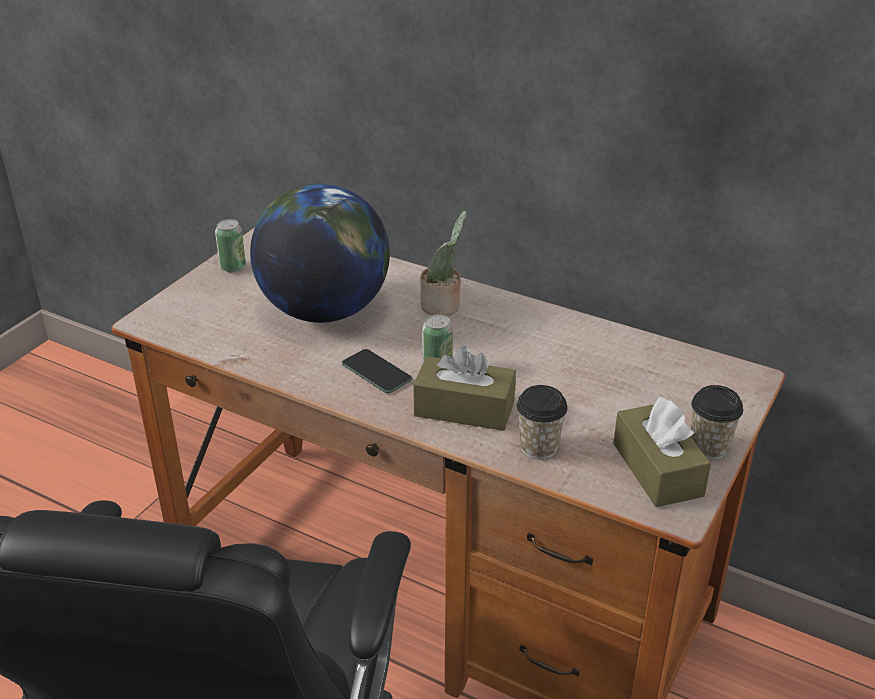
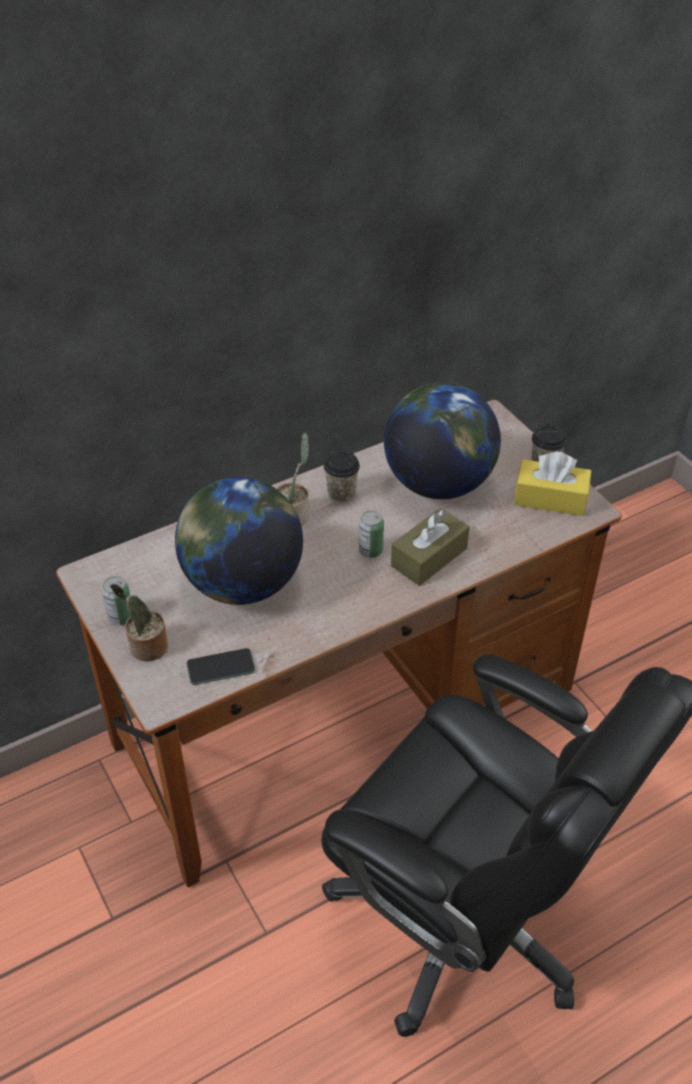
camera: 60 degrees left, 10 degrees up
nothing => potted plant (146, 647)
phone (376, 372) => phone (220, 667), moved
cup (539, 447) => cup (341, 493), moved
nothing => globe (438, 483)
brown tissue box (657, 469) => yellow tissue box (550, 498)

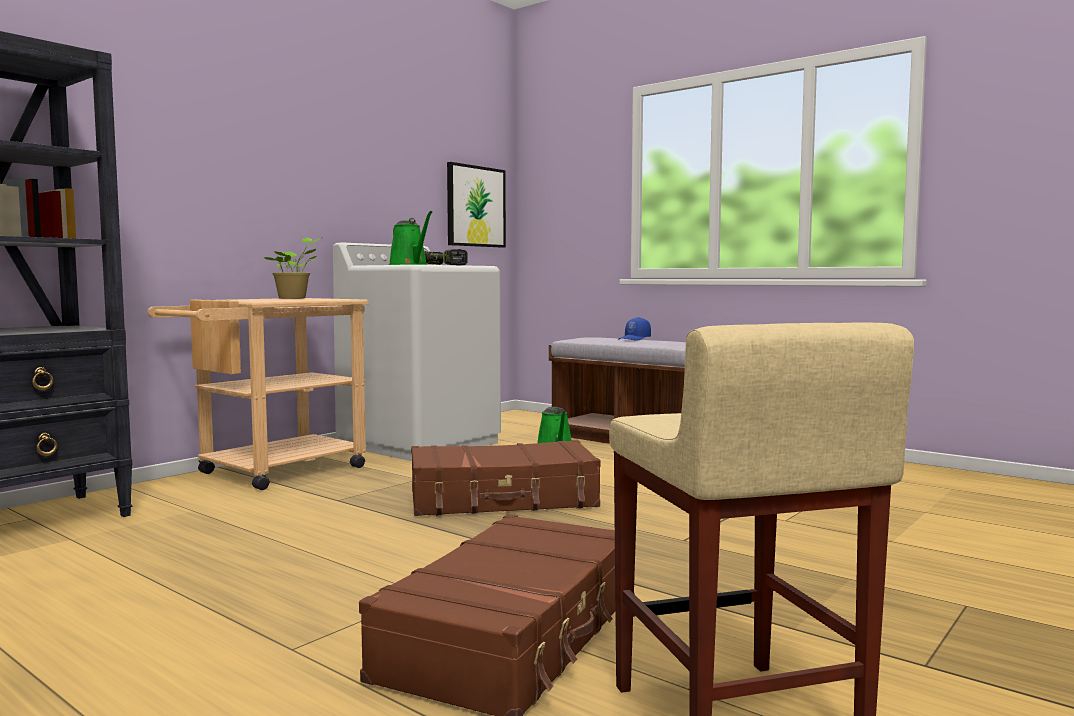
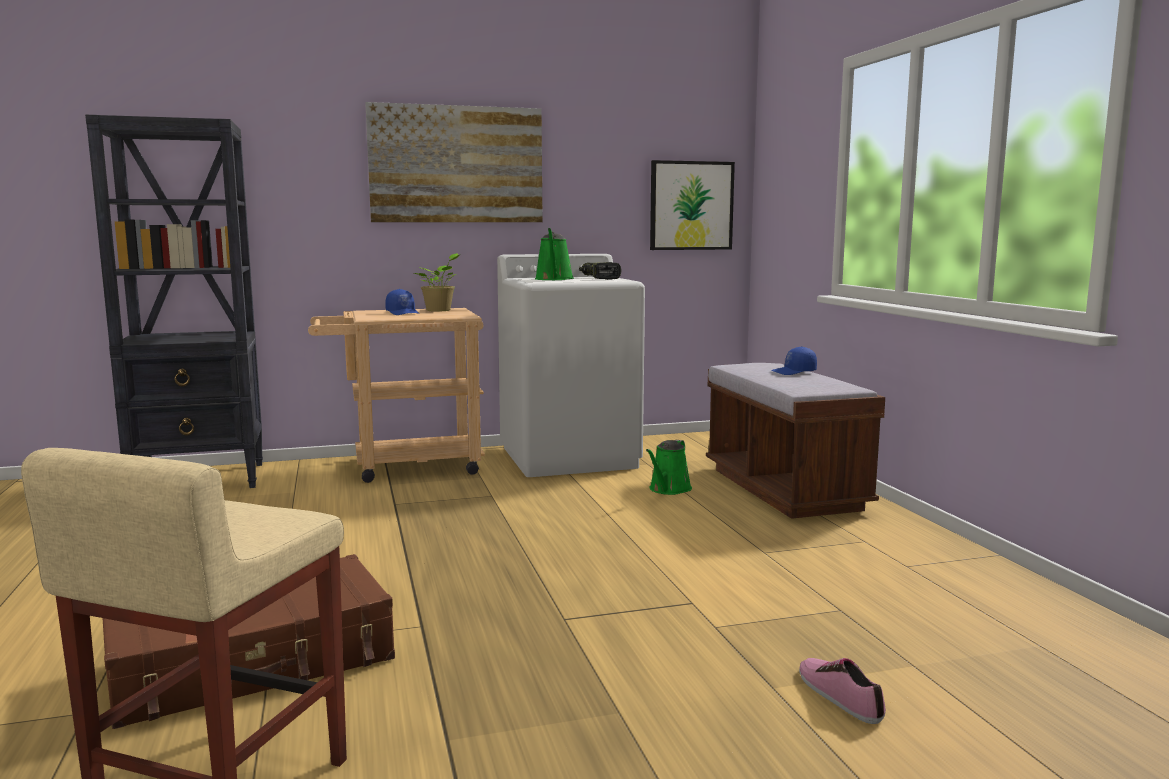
camera: 35 degrees right, 5 degrees up
nothing => picture (456, 164)
nothing => blue cap (403, 313)
nothing => shoe (840, 695)
brown suitcase (503, 499) => nothing

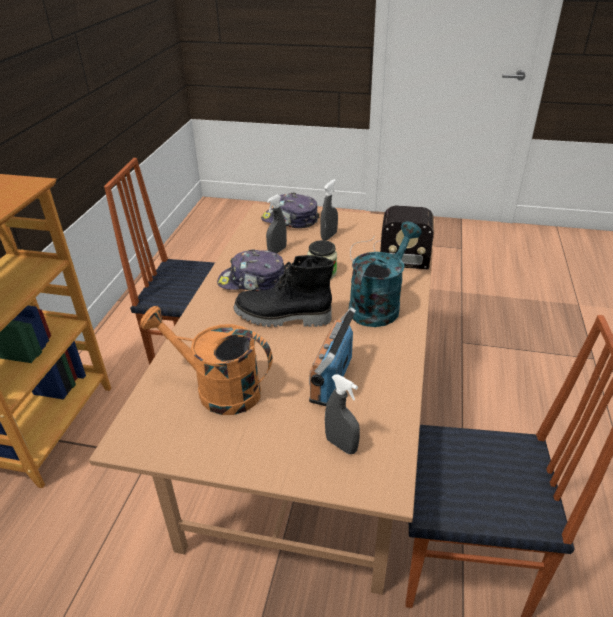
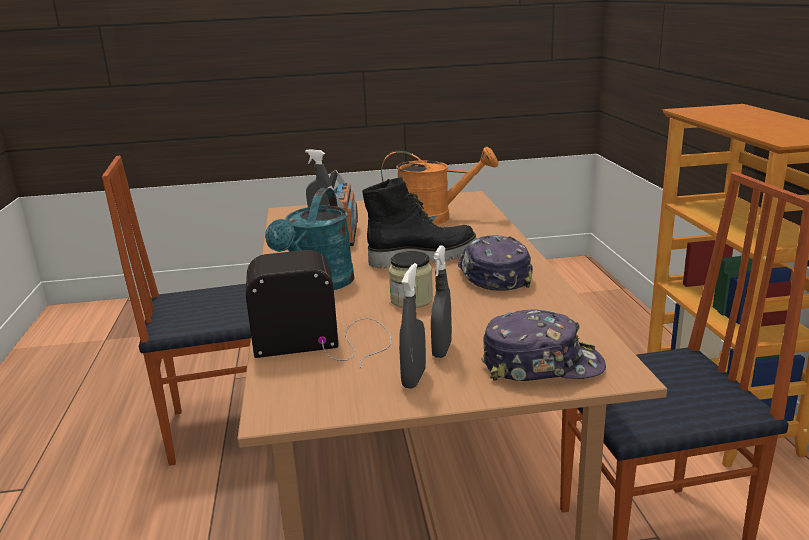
camera: 160 degrees right, 15 degrees down
grey spray bottle (277, 251) => grey spray bottle (414, 378), moved
cap (252, 281) => cap (493, 276), 90 degrees counterclockwise

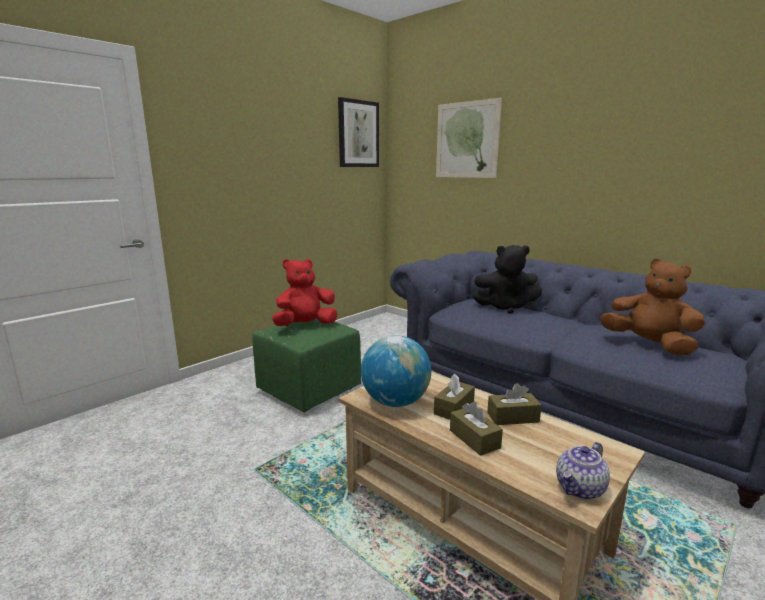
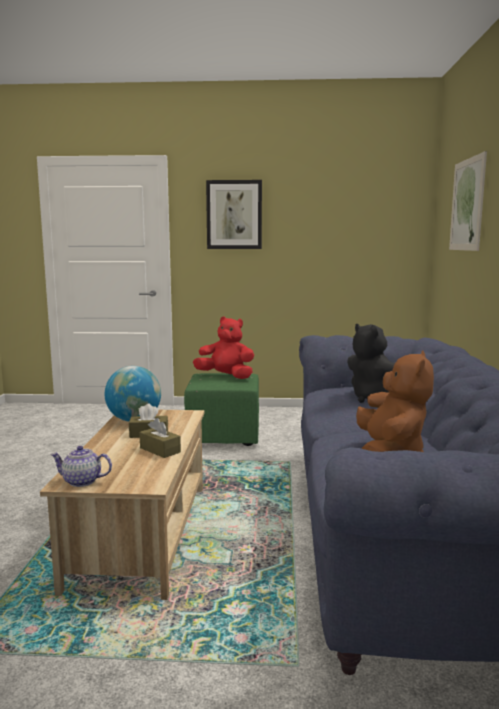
camera: 50 degrees right, 5 degrees down
picture (358, 134) => picture (234, 215), moved
brown tissue box (474, 439) => nothing

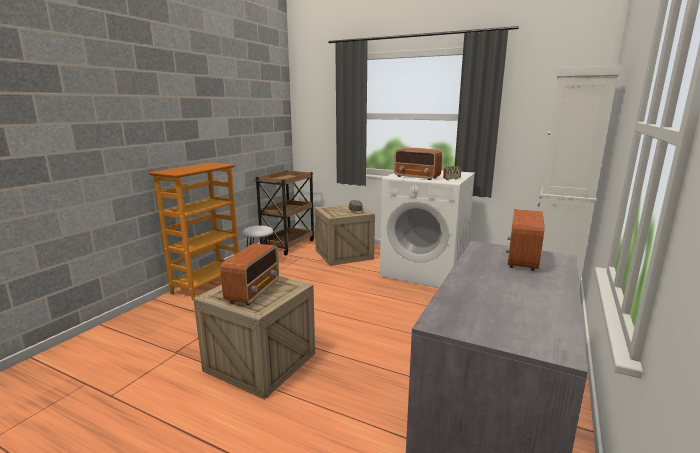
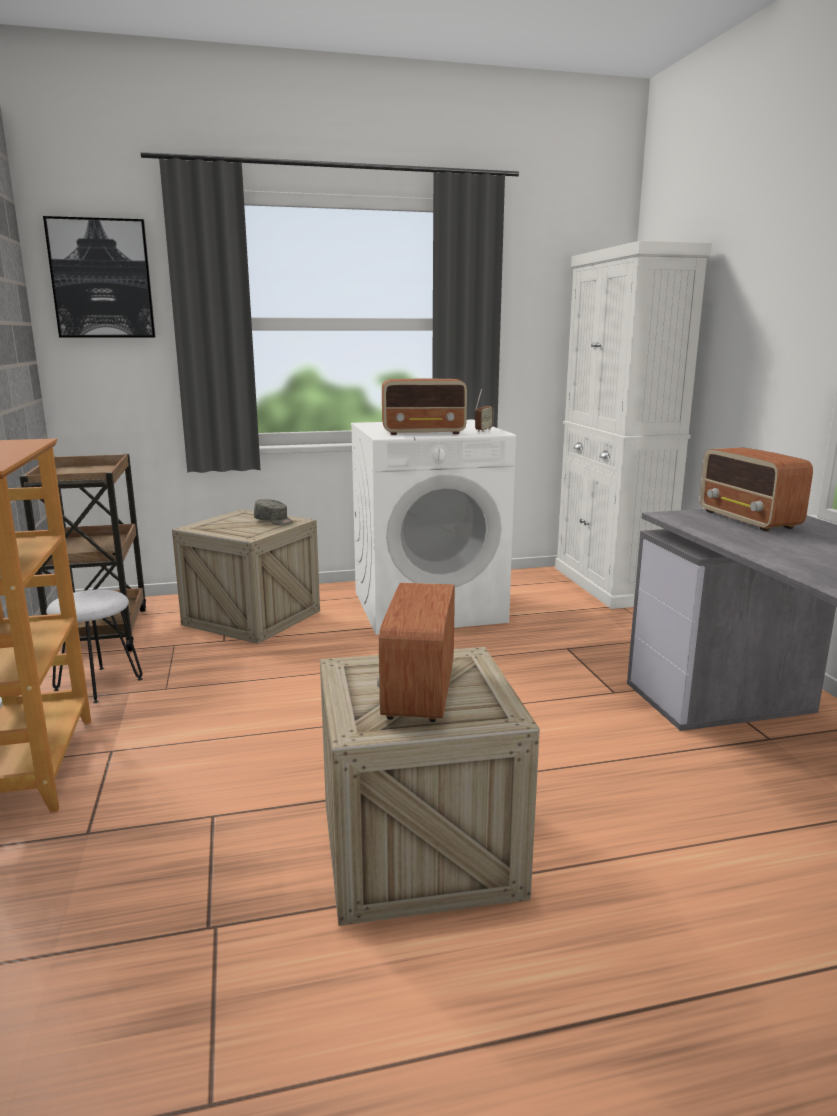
camera: 40 degrees left, 0 degrees up
nothing => picture (102, 279)
radio (254, 291) => radio (419, 691), 150 degrees counterclockwise

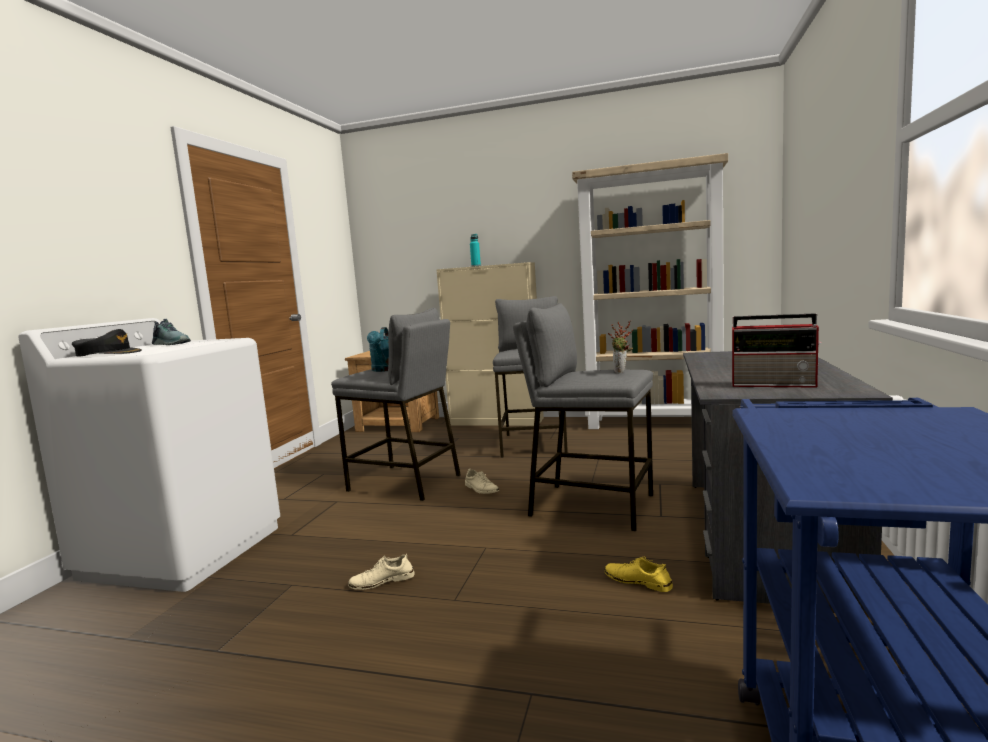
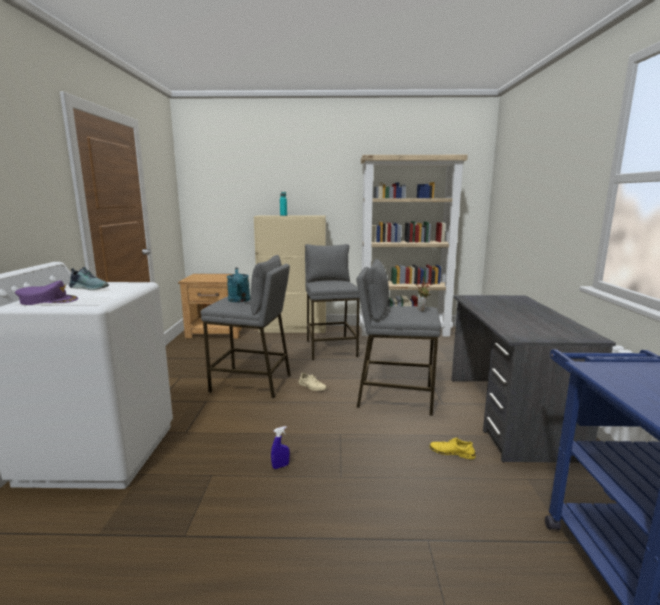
camera: 15 degrees left, 5 degrees up
black cap (108, 353) => purple cap (48, 300)
beige shoe (382, 581) => blue spray bottle (280, 466)
radio (775, 384) => nothing

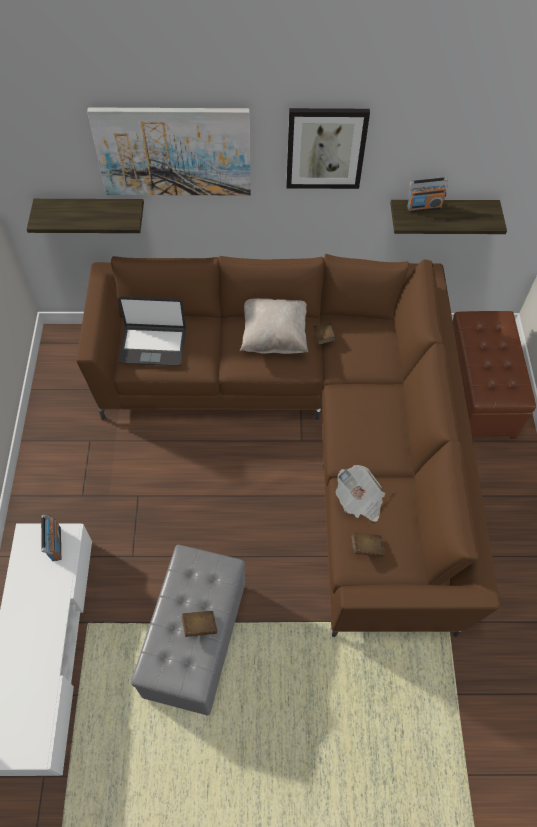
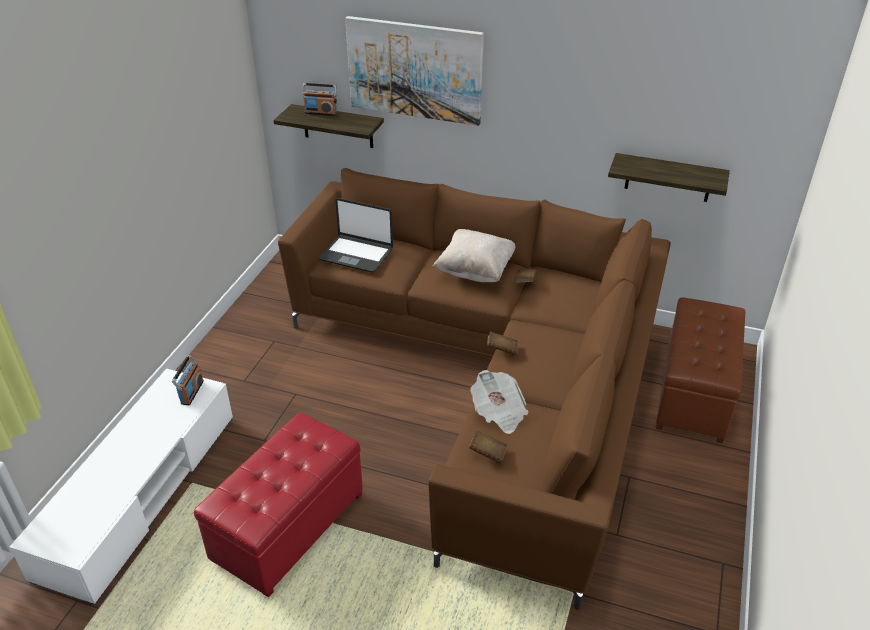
camera: 20 degrees right, 20 degrees down
grey ottoman (195, 639) => red ottoman (288, 527)
radio (424, 207) => radio (321, 112), moved
brown book (199, 626) => brown book (502, 350), moved
picture (325, 148) => nothing

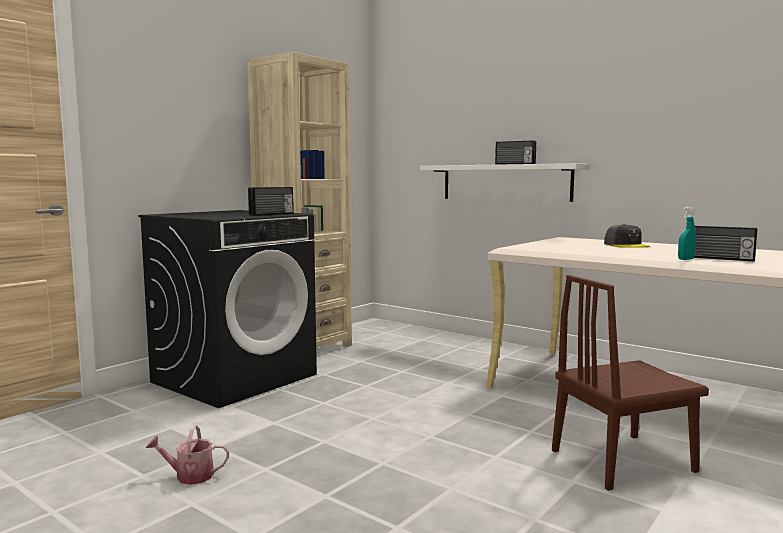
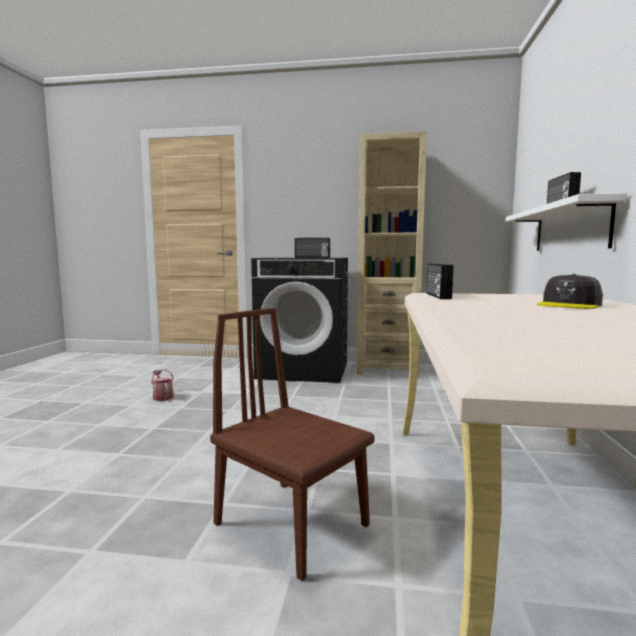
camera: 60 degrees right, 0 degrees up
radio (721, 259) => radio (437, 296), moved
turquoise spray bottle (686, 259) => nothing

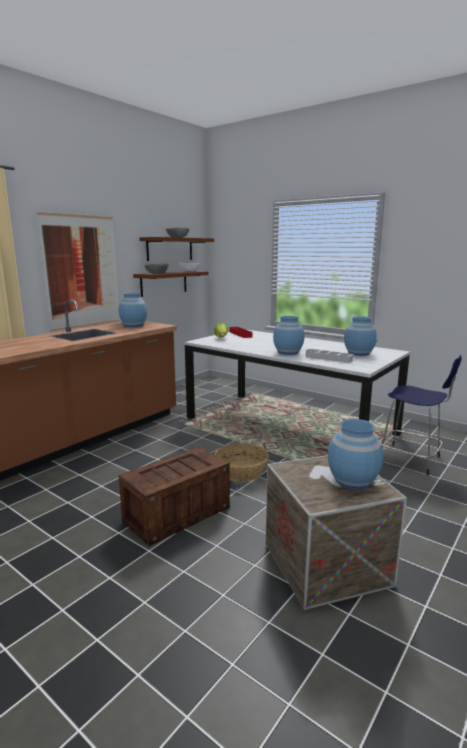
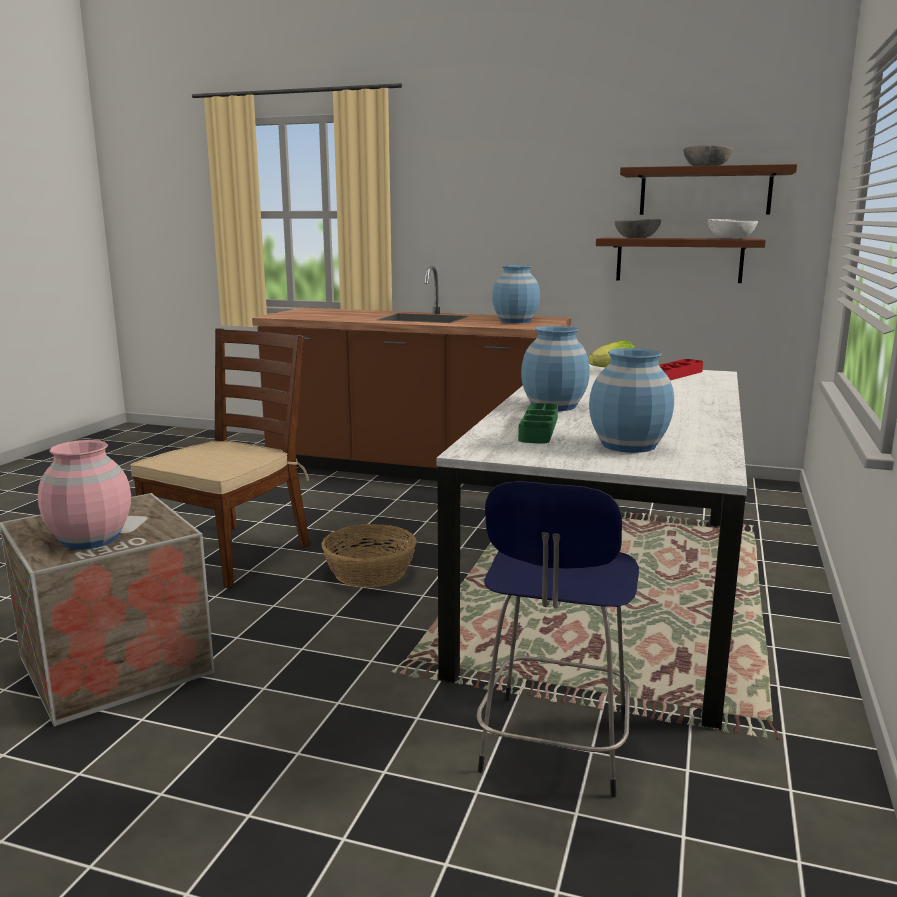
camera: 70 degrees right, 0 degrees up
blue vase (353, 481) => pink vase (90, 539)
crate (178, 513) => brown chair (231, 554)
grey tray (328, 358) => green tray (538, 429)
picture (81, 271) => nothing

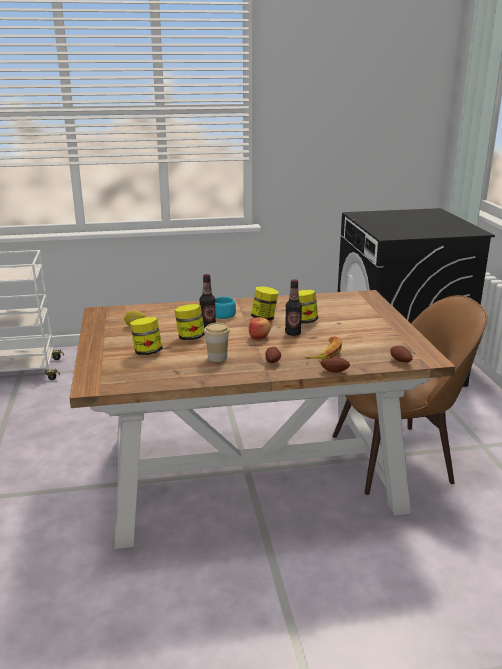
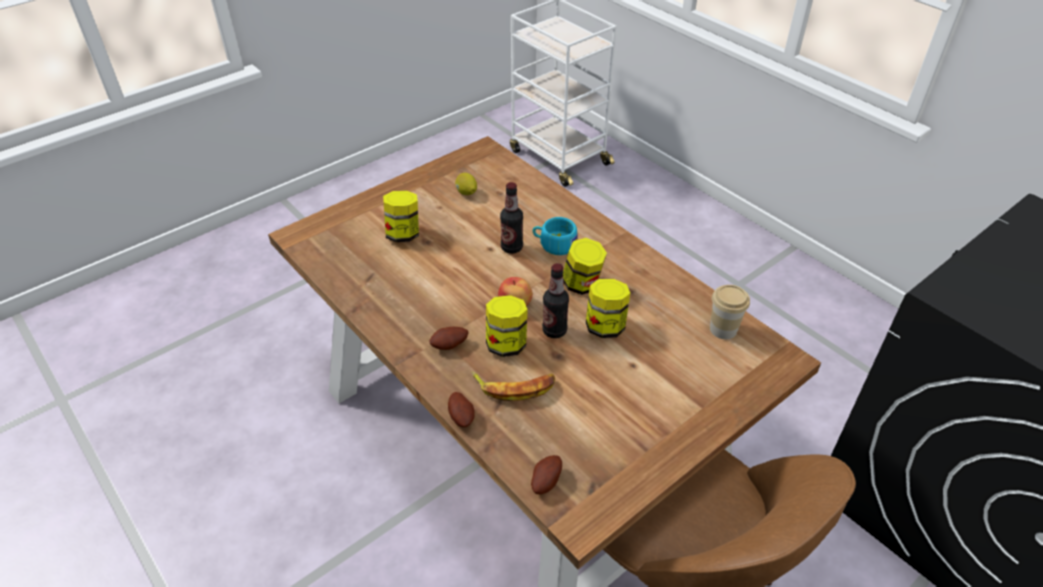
camera: 60 degrees right, 20 degrees up
jar (190, 338) => jar (506, 344), moved
cup (217, 357) => cup (723, 329), moved

